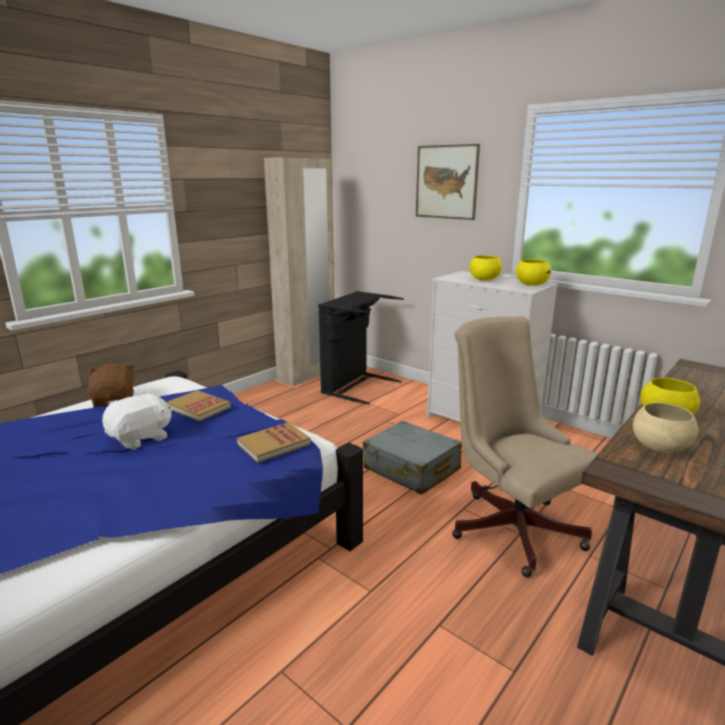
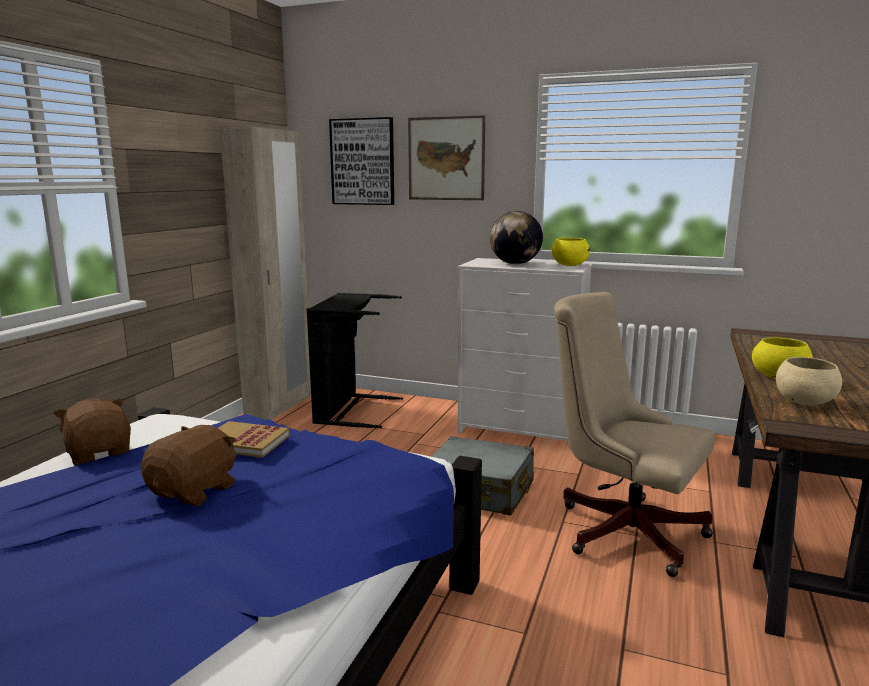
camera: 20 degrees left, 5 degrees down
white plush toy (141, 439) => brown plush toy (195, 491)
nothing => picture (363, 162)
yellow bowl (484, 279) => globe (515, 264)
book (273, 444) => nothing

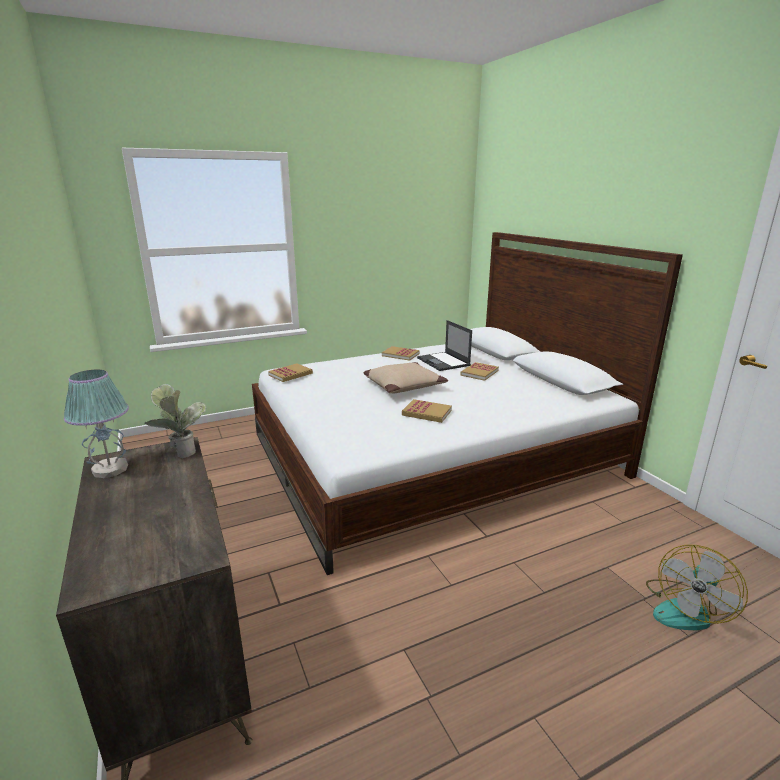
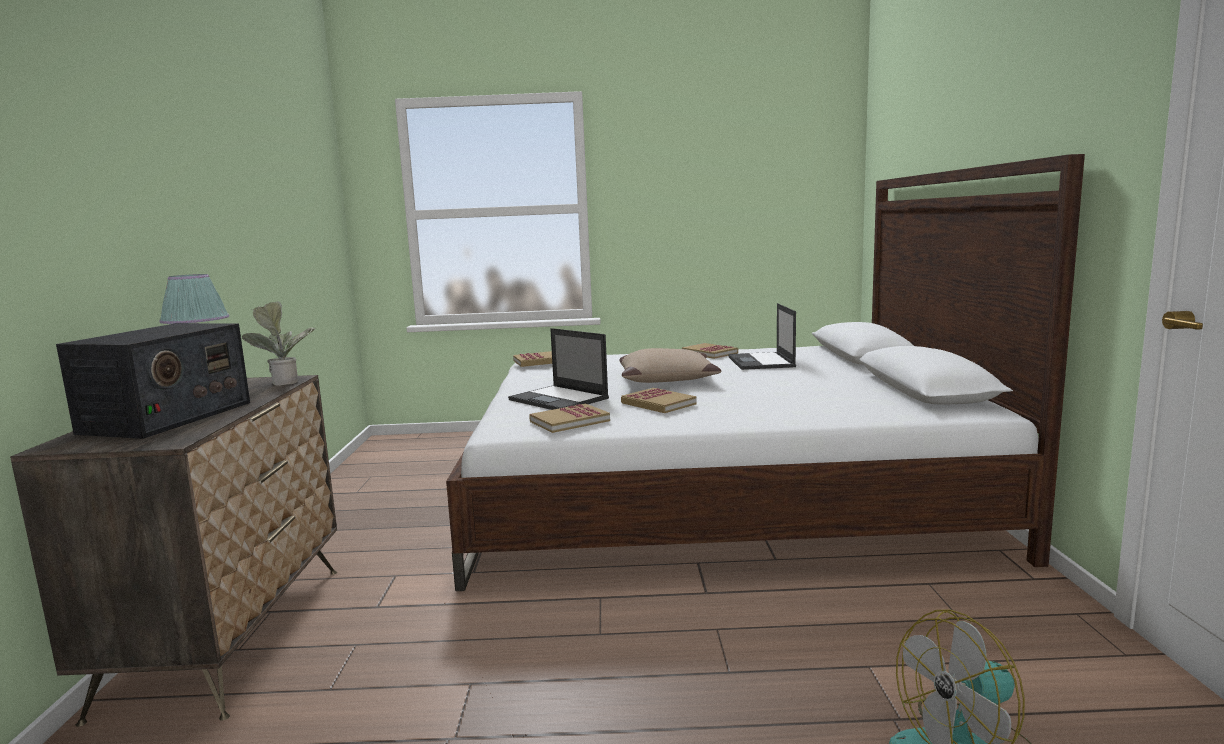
camera: 25 degrees right, 10 degrees down
nothing => radio (167, 418)
nothing => laptop (559, 399)
book (479, 373) => book (569, 421), moved

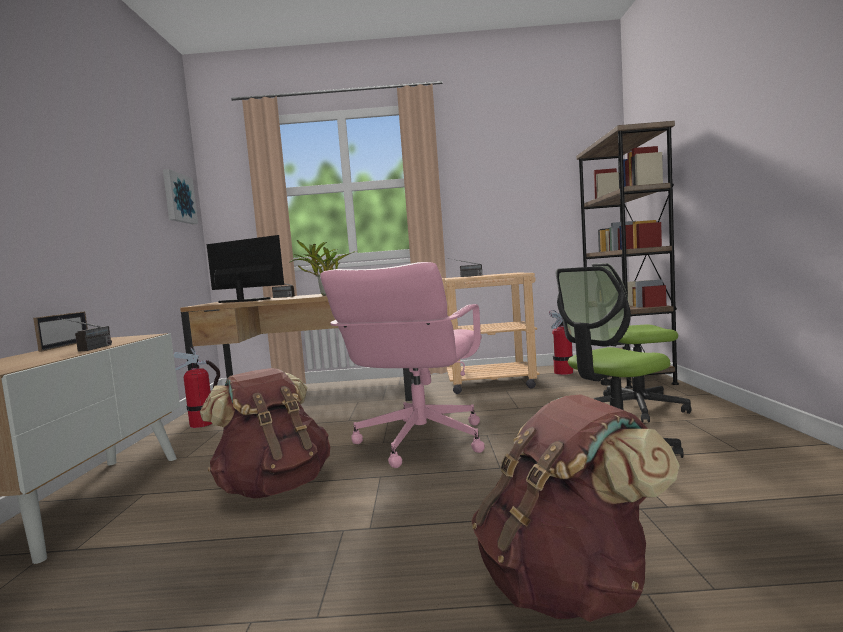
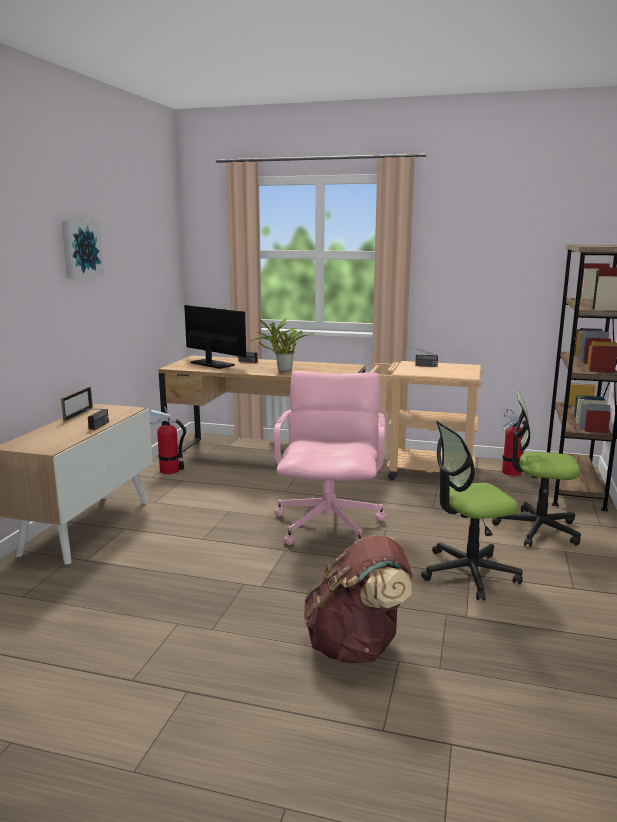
camera: 15 degrees right, 10 degrees up
picture (178, 198) => picture (80, 249), moved
pink office chair (419, 441) => pink office chair (329, 525), 150 degrees clockwise
brown backpack (274, 486) => nothing

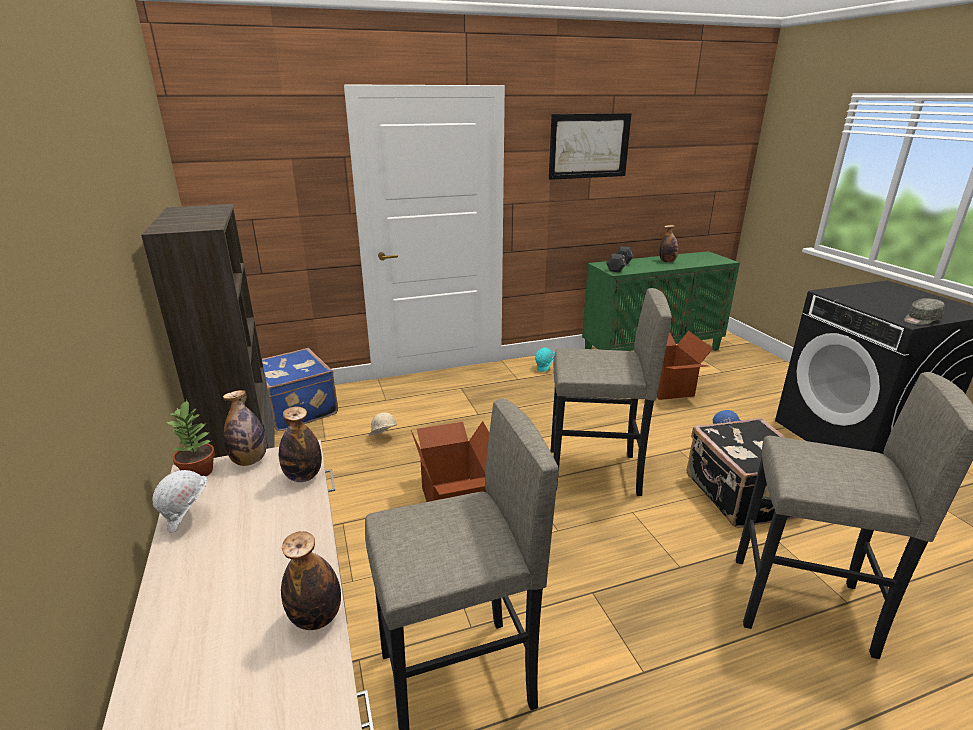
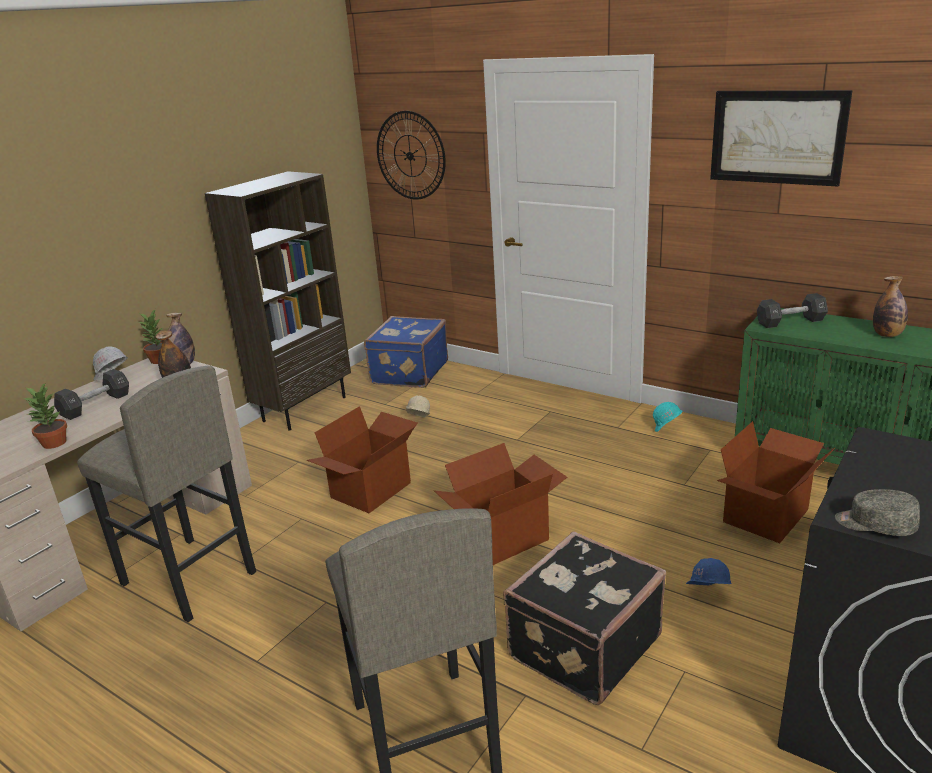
camera: 55 degrees right, 0 degrees up
bottle (316, 617) => potted plant (55, 443)
nothing => black dumbbell (95, 405)
nothing => wall clock (410, 156)
grey stool (594, 472) => cardboard box (502, 537)

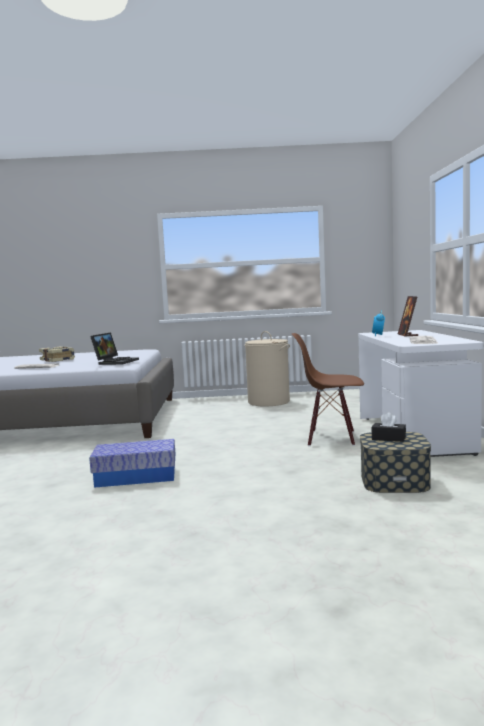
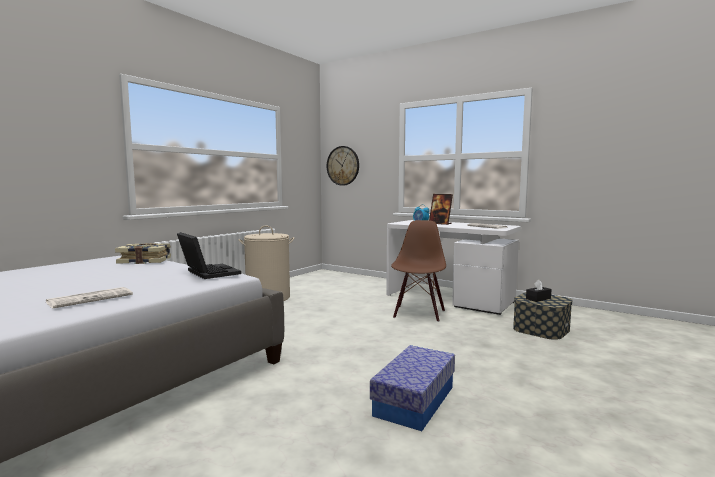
camera: 55 degrees left, 0 degrees up
book (58, 360) => book (145, 261), moved
nothing => wall clock (343, 165)
brown chair (331, 438) => brown chair (418, 314), 150 degrees clockwise

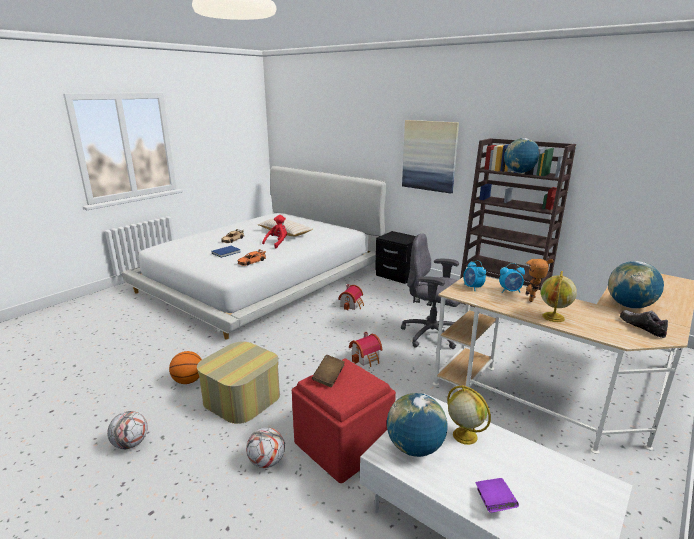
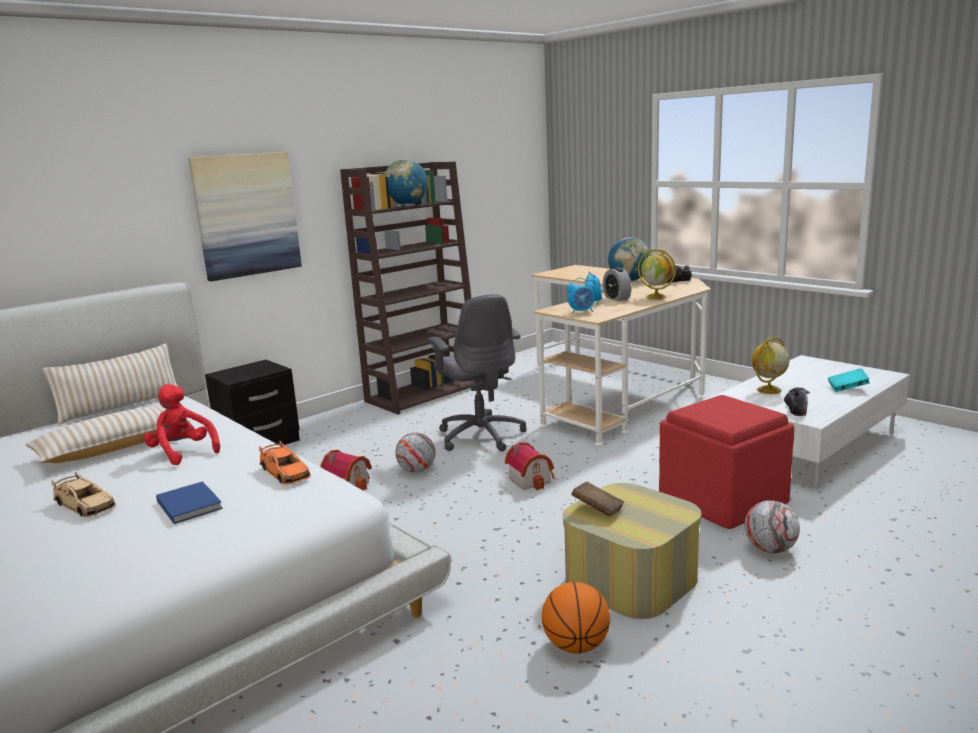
camera: 80 degrees left, 5 degrees down
nothing => beige pillow (120, 407)
football (131, 444) => football (416, 470), moved
grey office chair (432, 335) => grey office chair (481, 436), 60 degrees counterclockwise
brown book (328, 377) => brown book (597, 510), moved
toy robot (534, 300) => alarm clock (616, 298)
globe (415, 448) => shoe (796, 407)
purple book (494, 503) => turquoise book (847, 388)

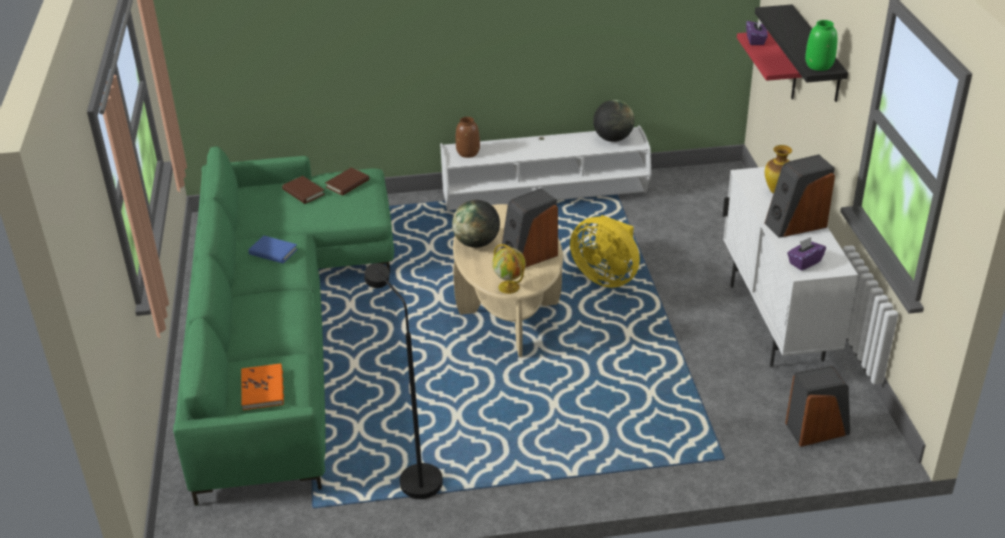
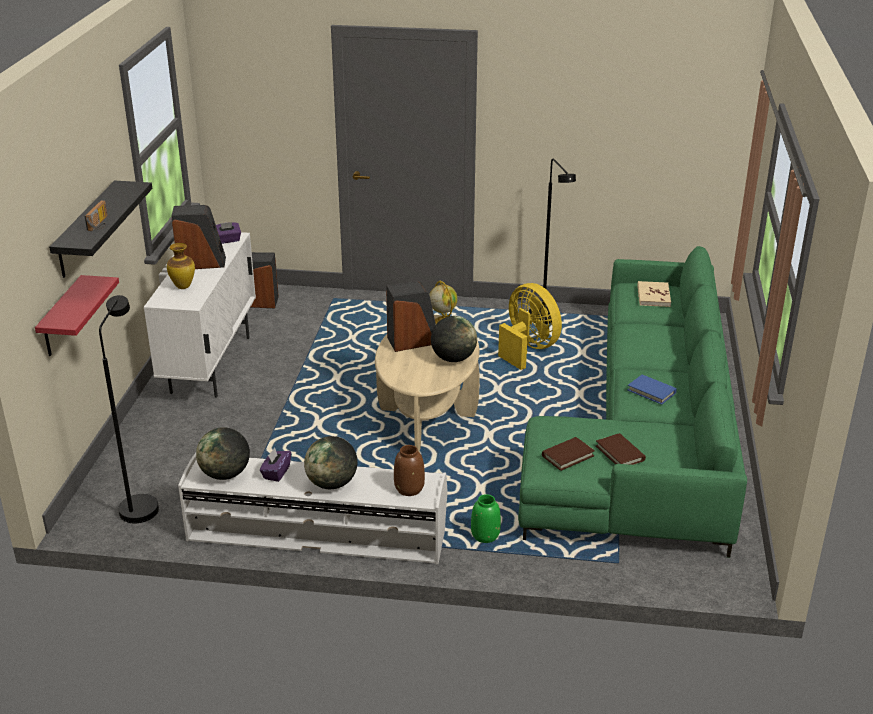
camera: 165 degrees left, 5 degrees down
nothing => radio (100, 224)
nothing => black floor lamp (140, 503)
purple tissue box (755, 40) => purple tissue box (276, 473), moved
nothing => globe (332, 484)
green vase (819, 65) => green vase (485, 536), moved
yellow fan (606, 277) => yellow fan (528, 349), moved
orange book (263, 389) => beige book (653, 296)

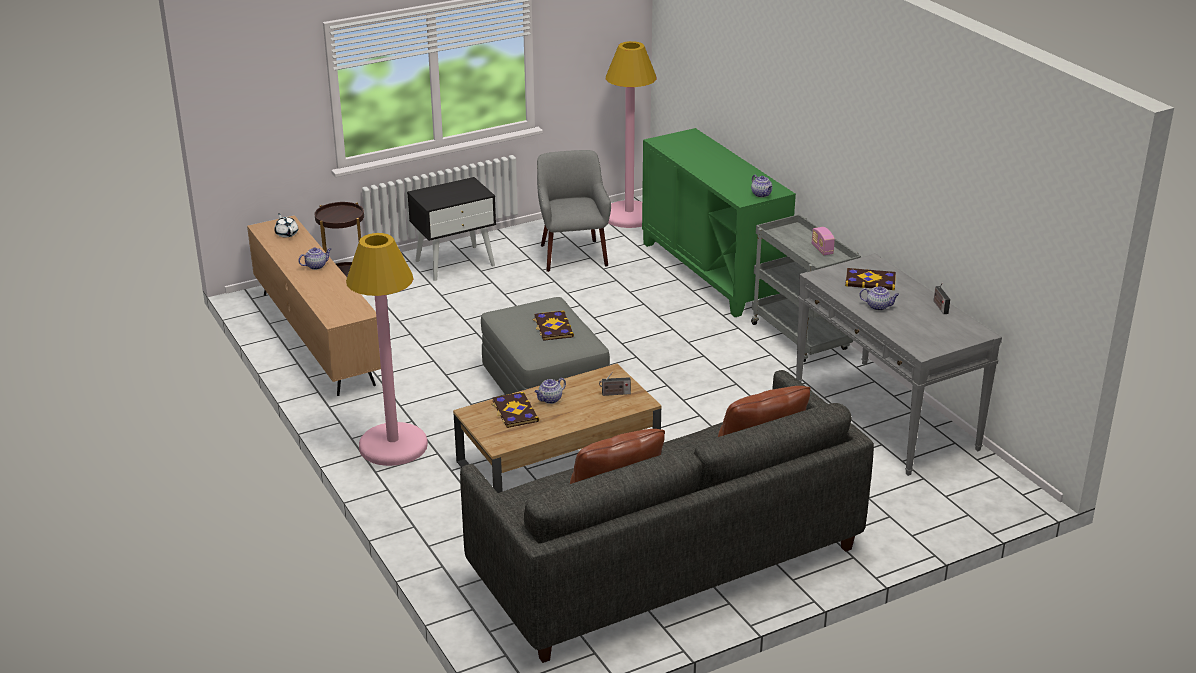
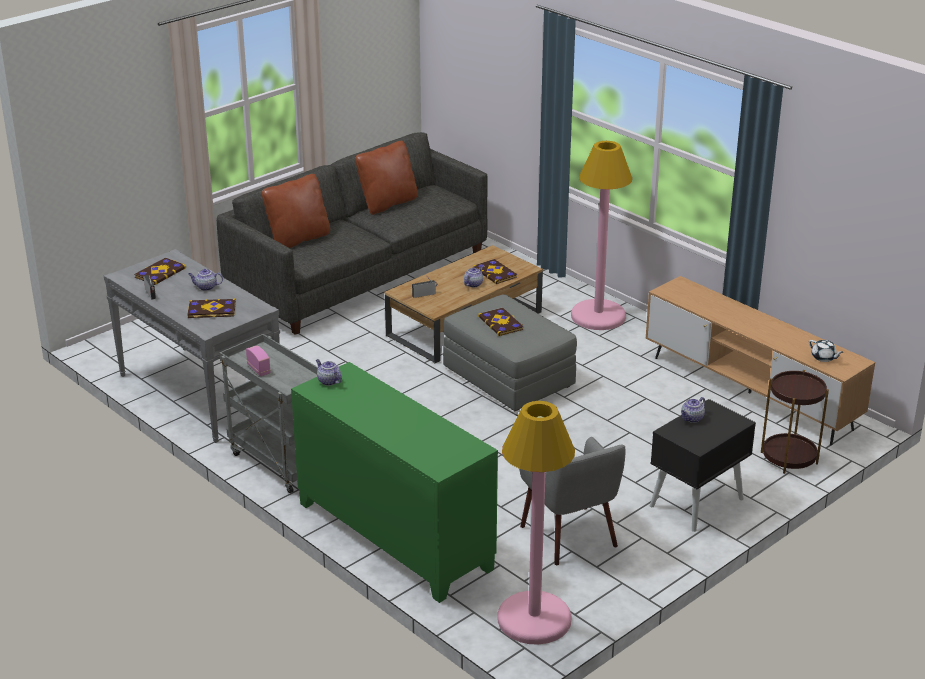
camera: 165 degrees right, 0 degrees up
nothing => book (160, 272)
teapot (316, 266) => teapot (692, 419), moved

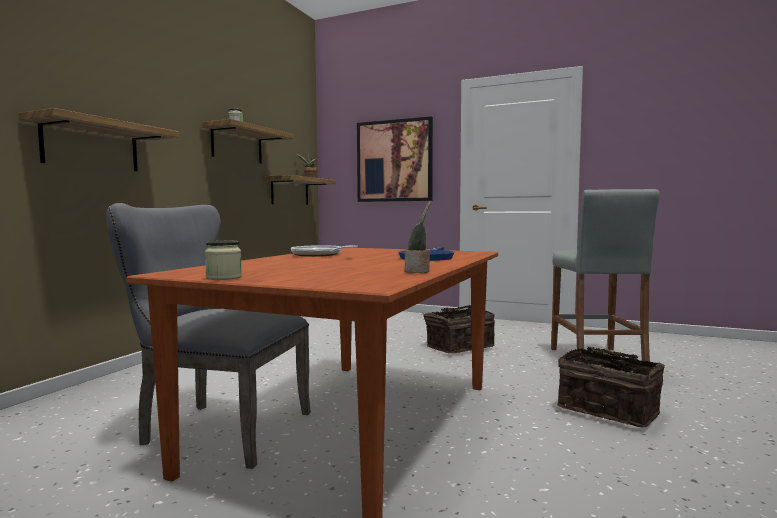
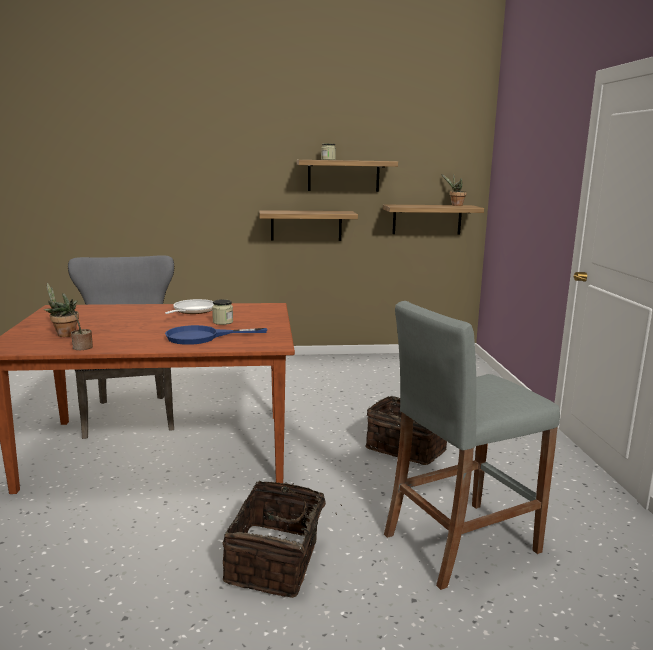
camera: 60 degrees right, 10 degrees up
nothing => potted plant (64, 334)
jar (224, 278) => jar (223, 322), moved
shelf (91, 146) => shelf (306, 225), moved
picture (394, 161) => nothing

